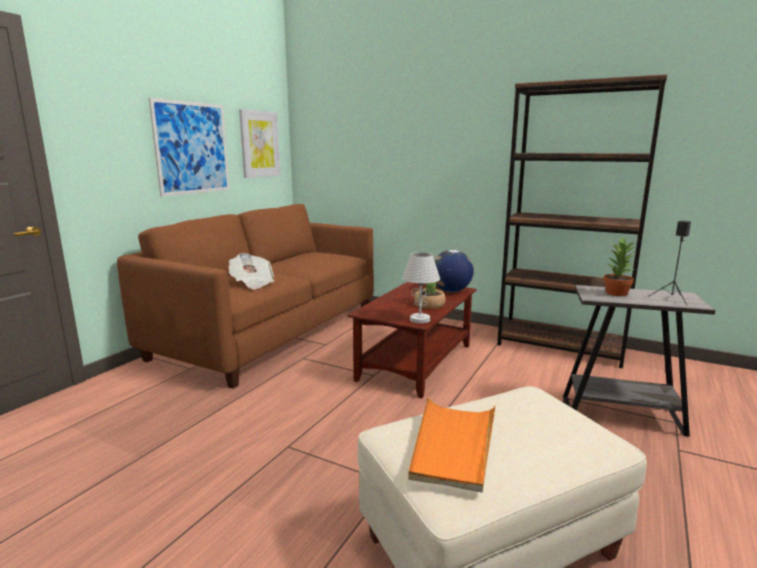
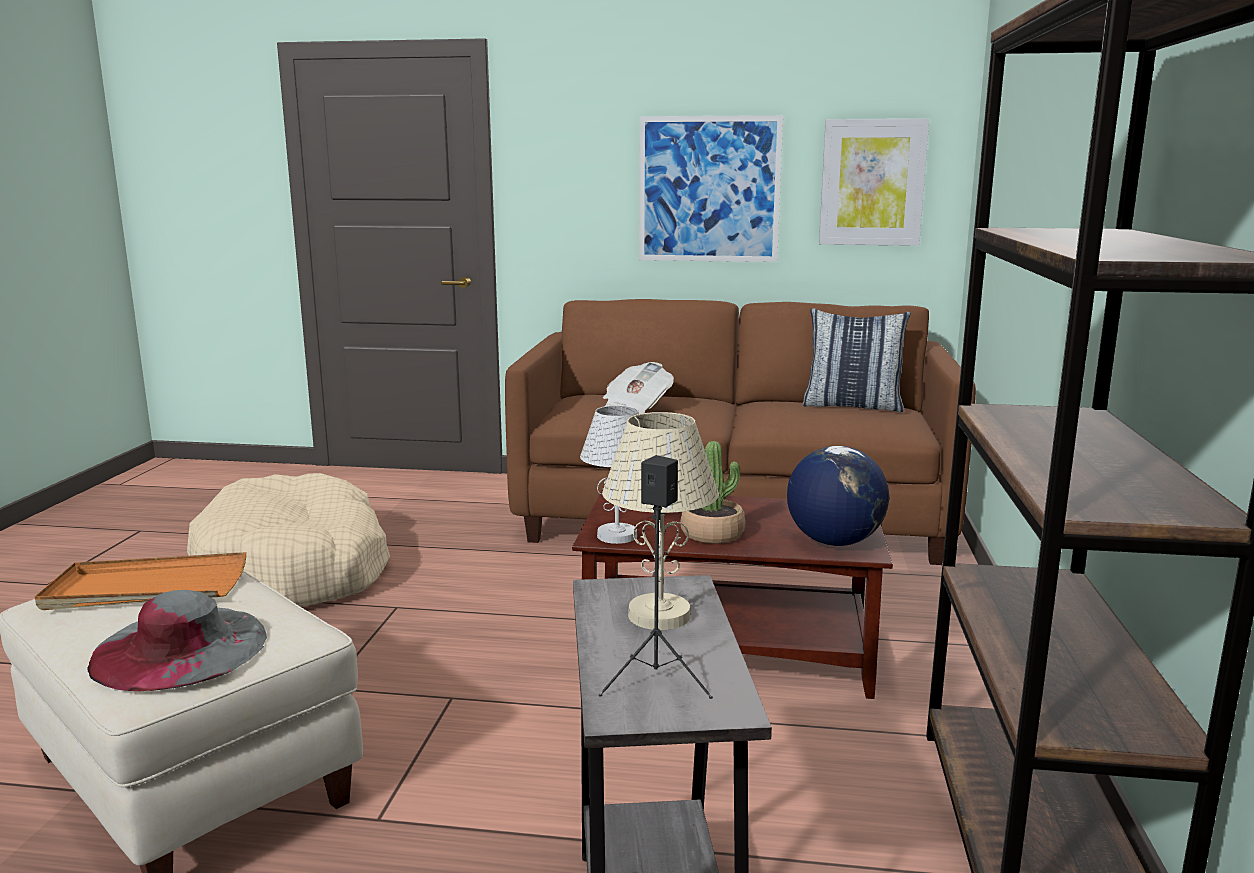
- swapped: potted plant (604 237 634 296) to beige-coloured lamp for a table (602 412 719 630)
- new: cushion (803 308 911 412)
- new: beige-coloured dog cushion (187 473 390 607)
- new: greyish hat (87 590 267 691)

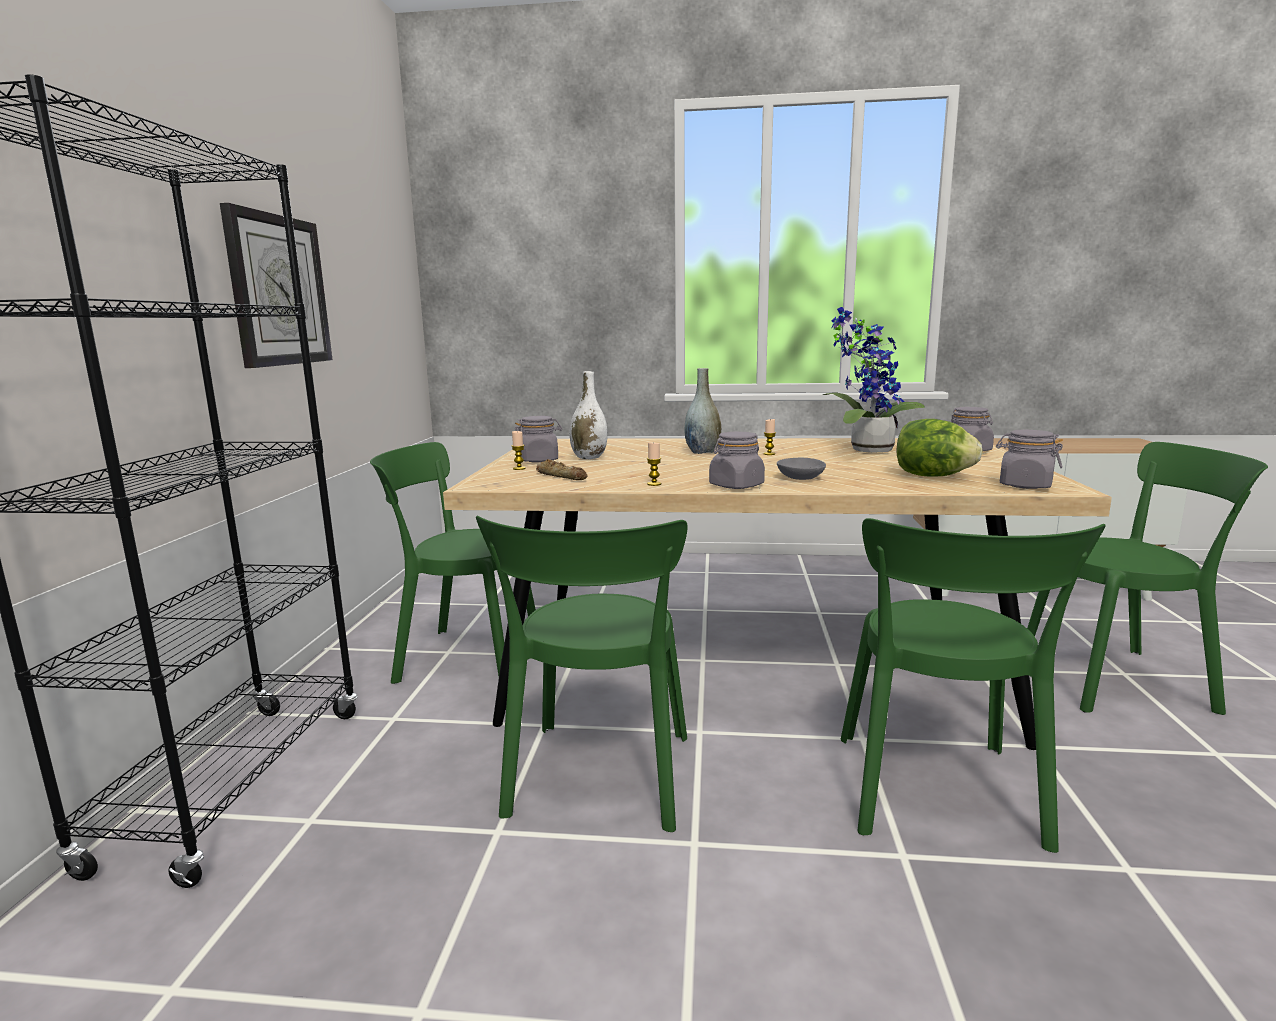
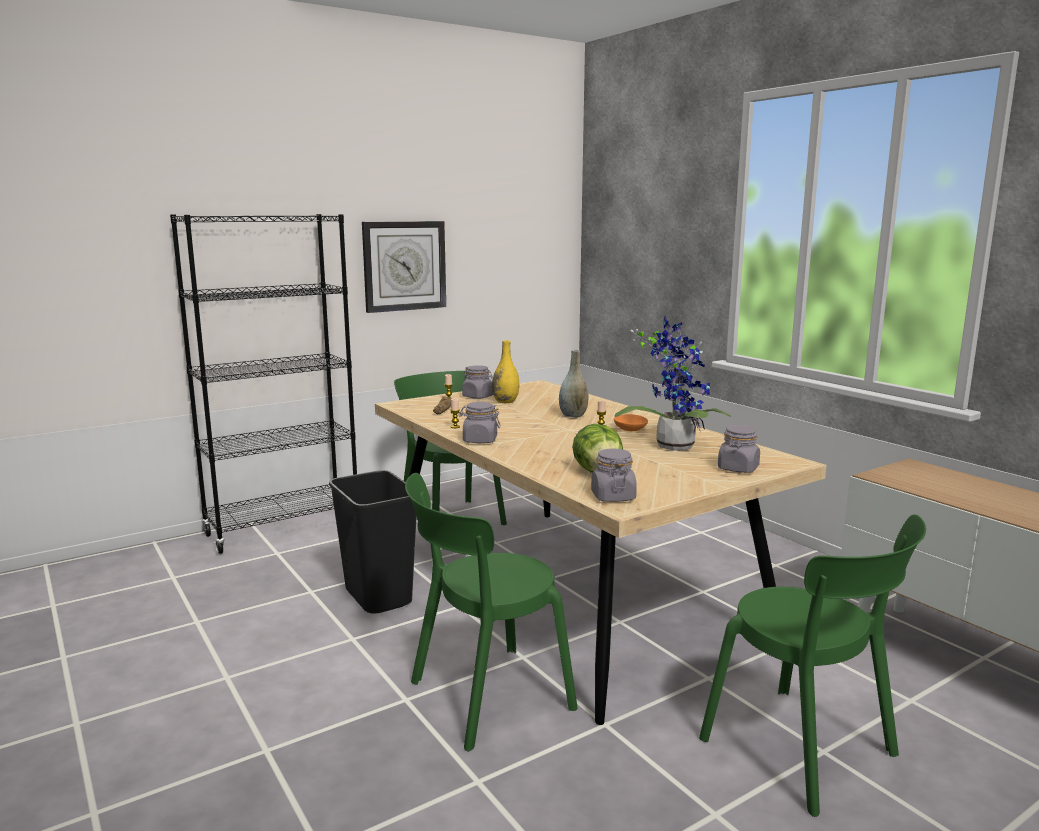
- repainted: white vase (569 371 607 459) to yellowish vase (492 340 519 403)
- gone: greyish deep dish (777 458 826 480)
- swapped: green plain chair (476 516 688 832) to black-coloured rubbish bin (329 470 417 614)
- new: orangey deep dish (614 414 648 431)

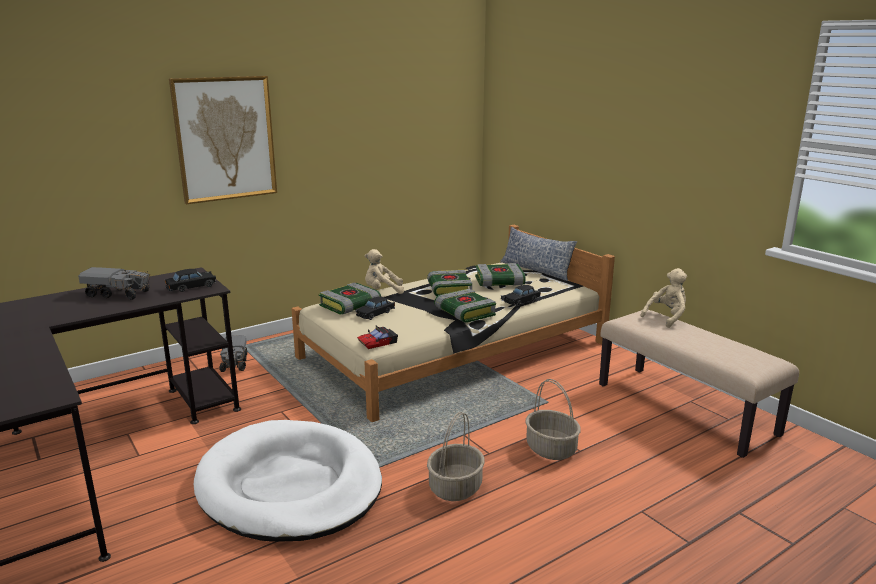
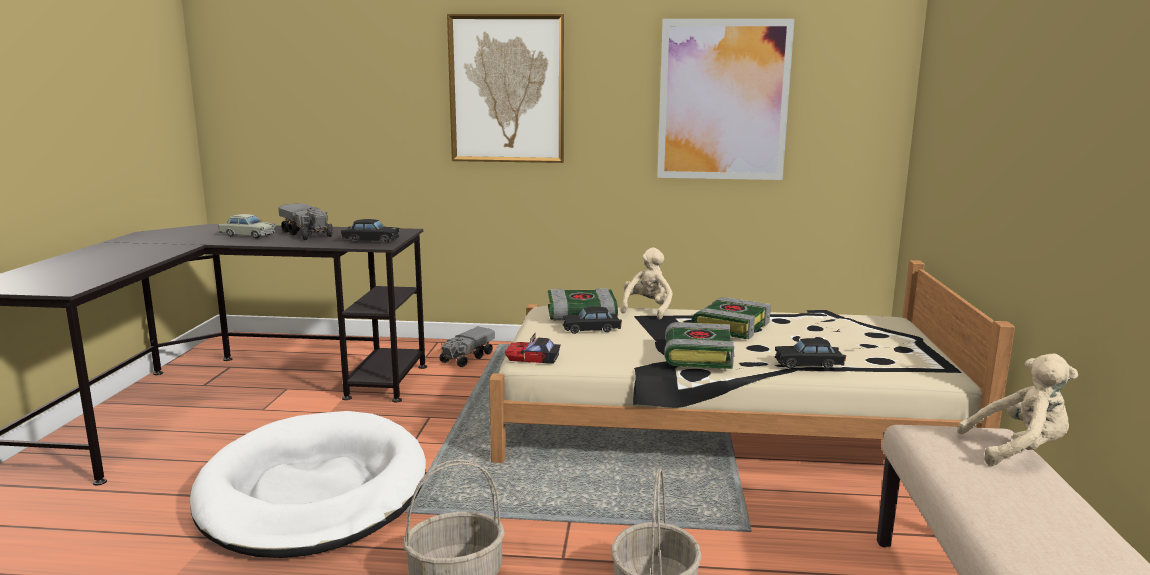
- gone: cushion (500 227 577 281)
- rotated: beige-coloured soft toy (365 249 404 294) = (620 247 673 319) 75 degrees clockwise
- gone: book (475 263 526 287)
- new: picture (657 19 795 180)
- new: beige-coloured toy car (218 214 275 238)

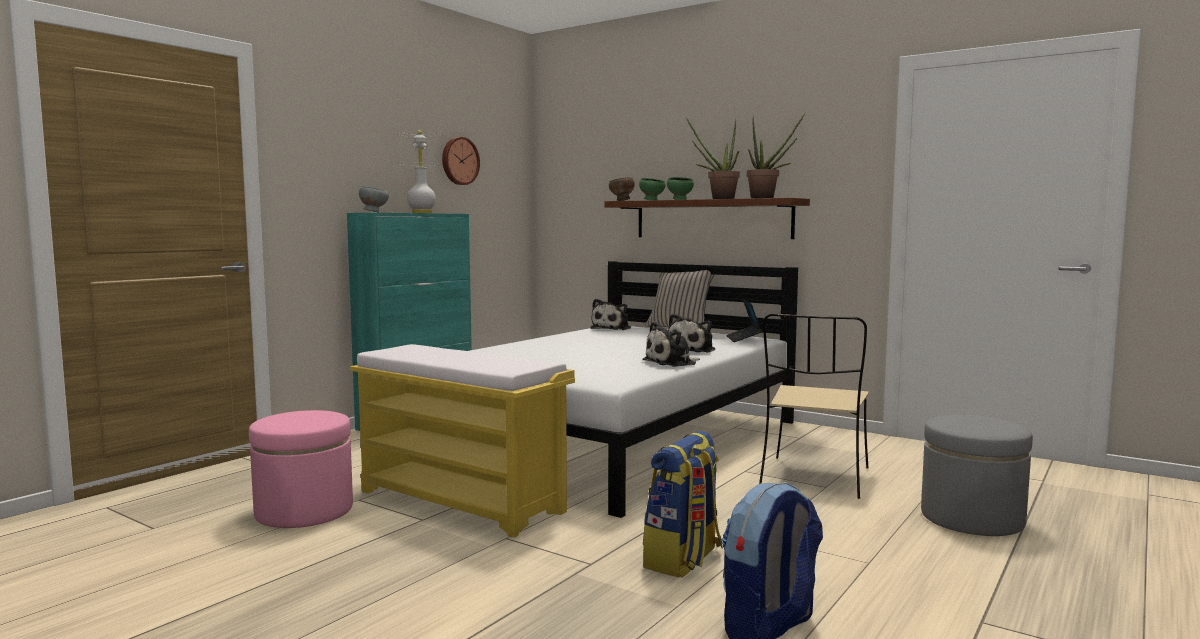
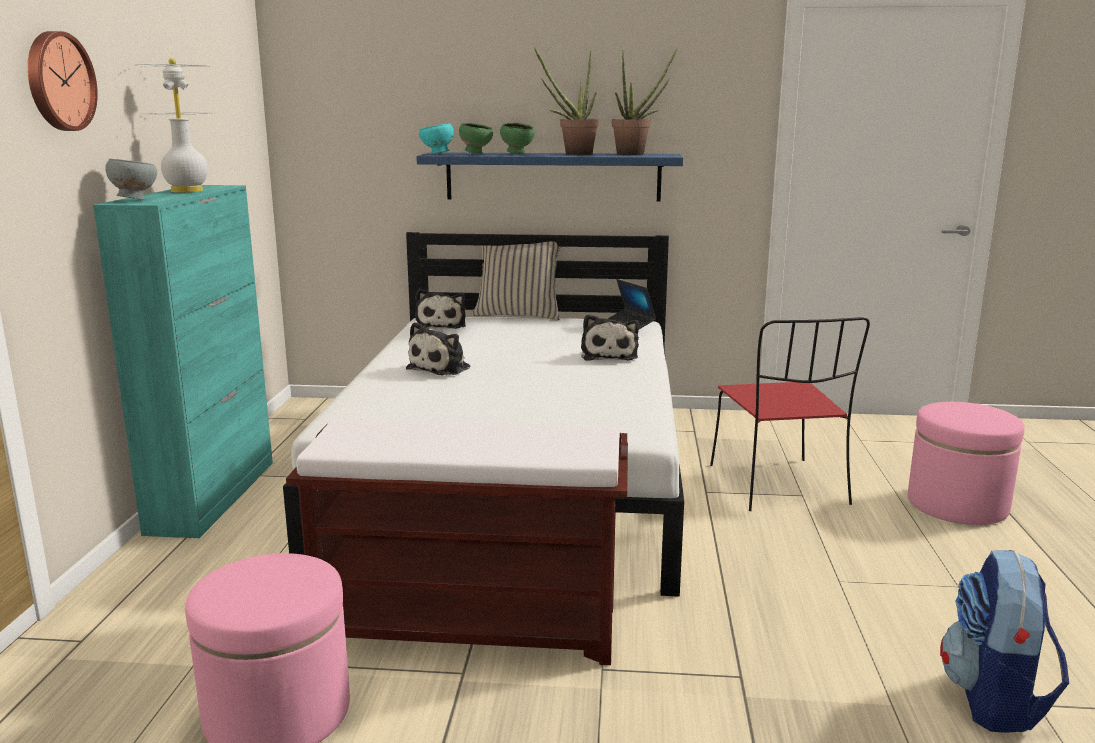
- shifted: hanging clock (442 137 480 185) to (27 31 98 131)
- repainted: brown-coloured deep dish (609 178 635 201) to blue-green deep dish (419 123 454 155)
- repainted: brown-coloured wall shelf (604 198 810 239) to blue-coloured wall shelf (416 152 683 202)
- repainted: beige-coloured plain chair (759 314 869 499) to reddish plain chair (710 317 870 511)
- shifted: soft toy (642 322 700 367) to (406 322 471 375)
- repainted: yellowish long seat (350 344 575 538) to brown-coloured long seat (286 419 628 665)
- repainted: greyish footrest (921 415 1033 536) to pink footrest (908 402 1025 525)
- gone: rucksack (643 431 723 578)

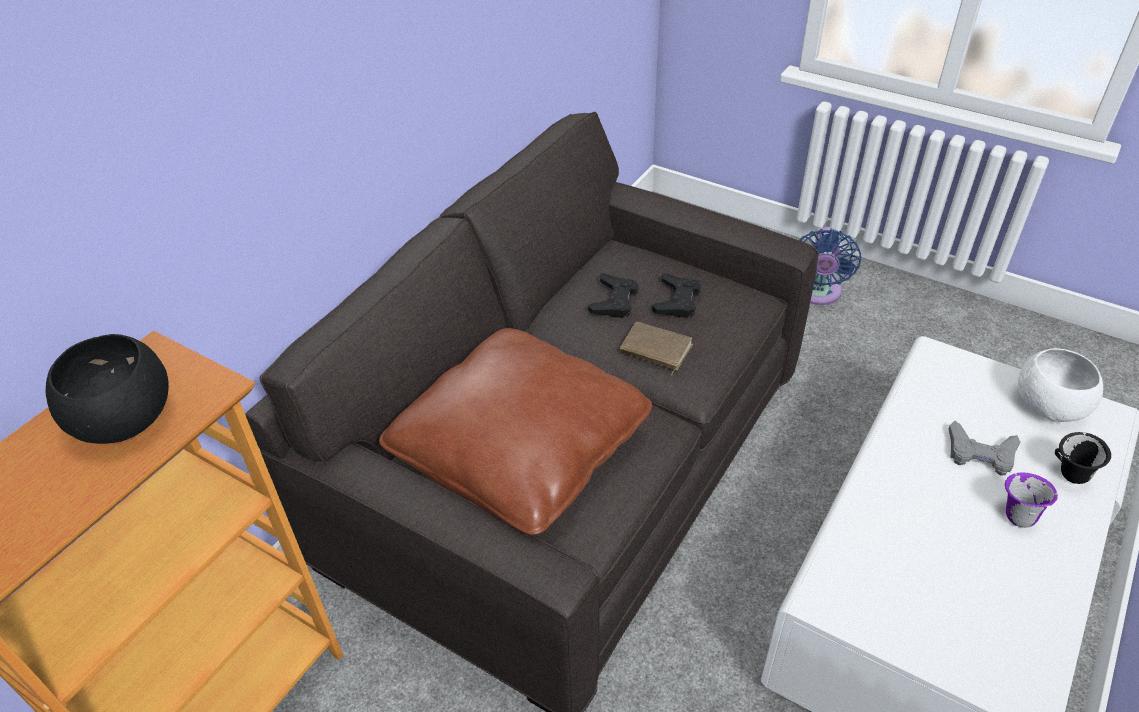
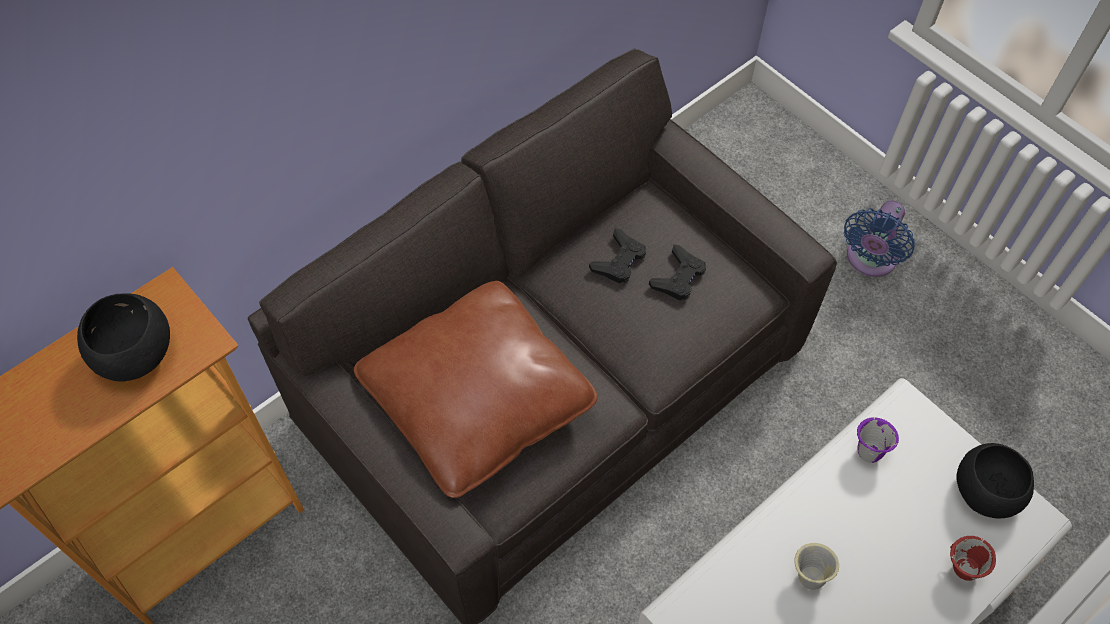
- gone: brown-coloured book (620 322 693 376)
- repainted: white deep dish (1018 348 1103 422) to black-coloured deep dish (956 443 1034 518)
- gone: greyish gamepad (949 421 1020 476)
- repainted: black-coloured mug (1055 432 1111 484) to reddish mug (950 536 996 581)
- shifted: purple mug (1005 472 1058 528) to (857 417 899 463)
- new: beige-coloured mug (794 543 839 590)

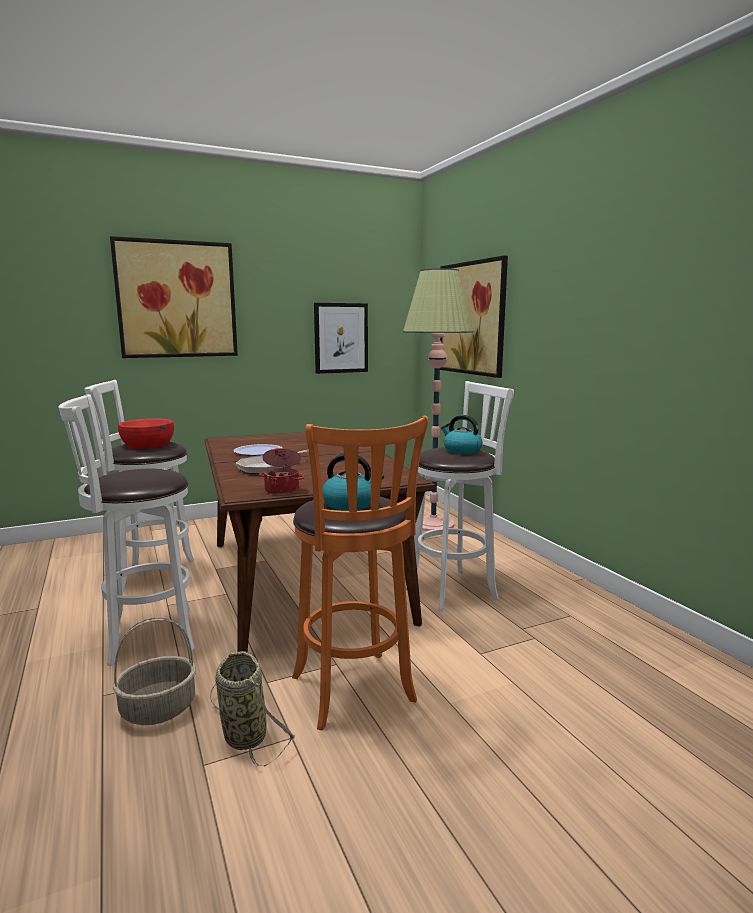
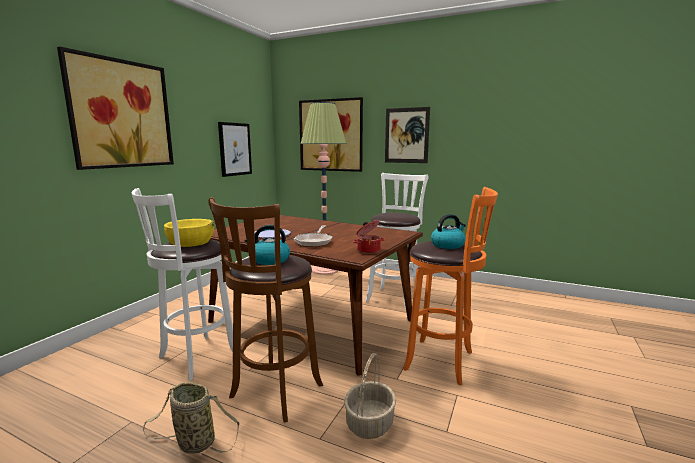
- repainted: white sitting stool (58 394 195 666) to brown-coloured sitting stool (208 197 323 423)
- shifted: kettle (441 415 483 454) to (245 225 290 265)
- repainted: reddish deep dish (118 418 174 449) to yellowish deep dish (164 219 214 247)
- shifted: basket (210 651 296 766) to (143 382 239 454)
- new: picture (385 107 430 163)

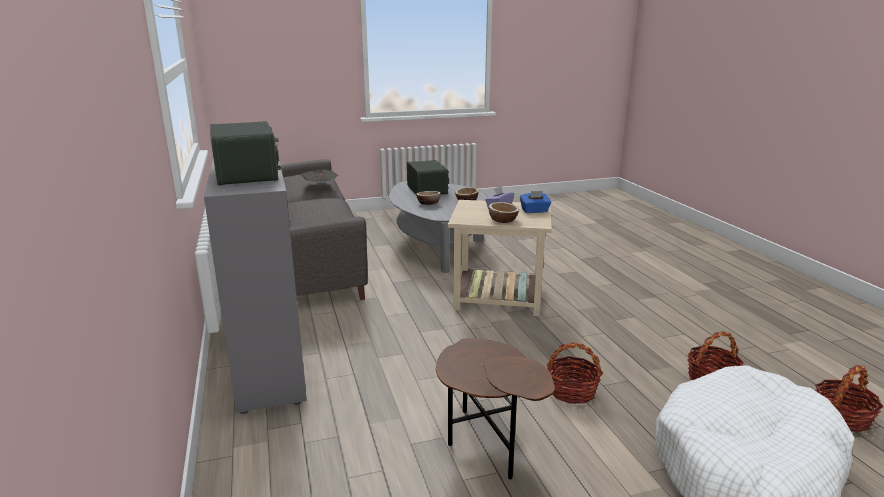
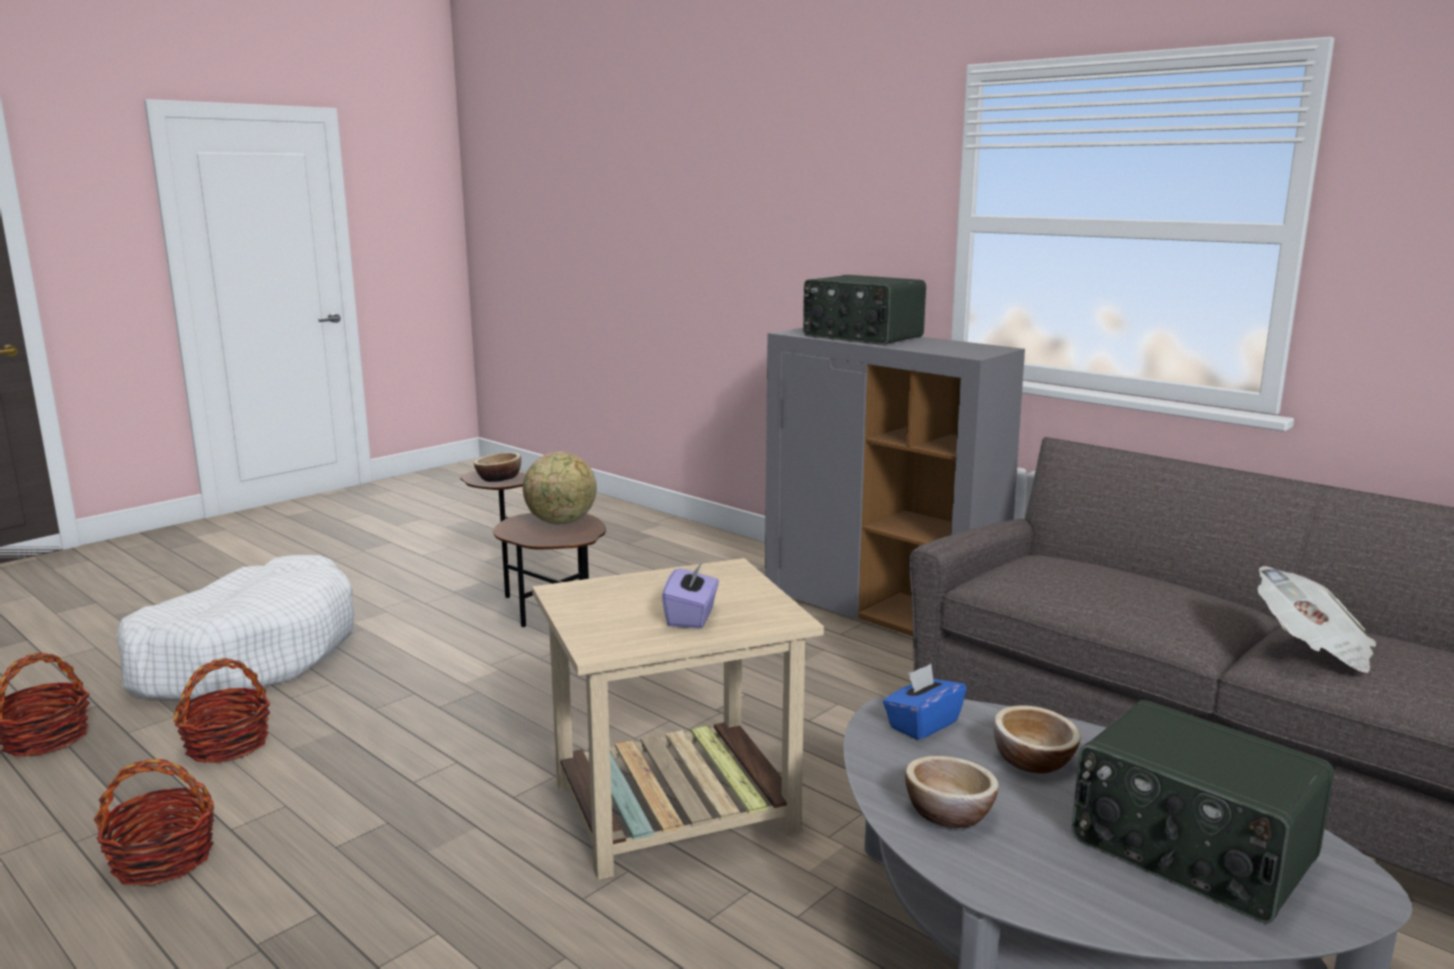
- shifted: blue-coloured tissue box (520 191 551 213) to (883 664 967 740)
- shifted: deep dish (489 202 519 223) to (474 452 521 482)
- shifted: basket (547 342 603 404) to (94 759 214 886)
- new: globe (523 452 597 524)

